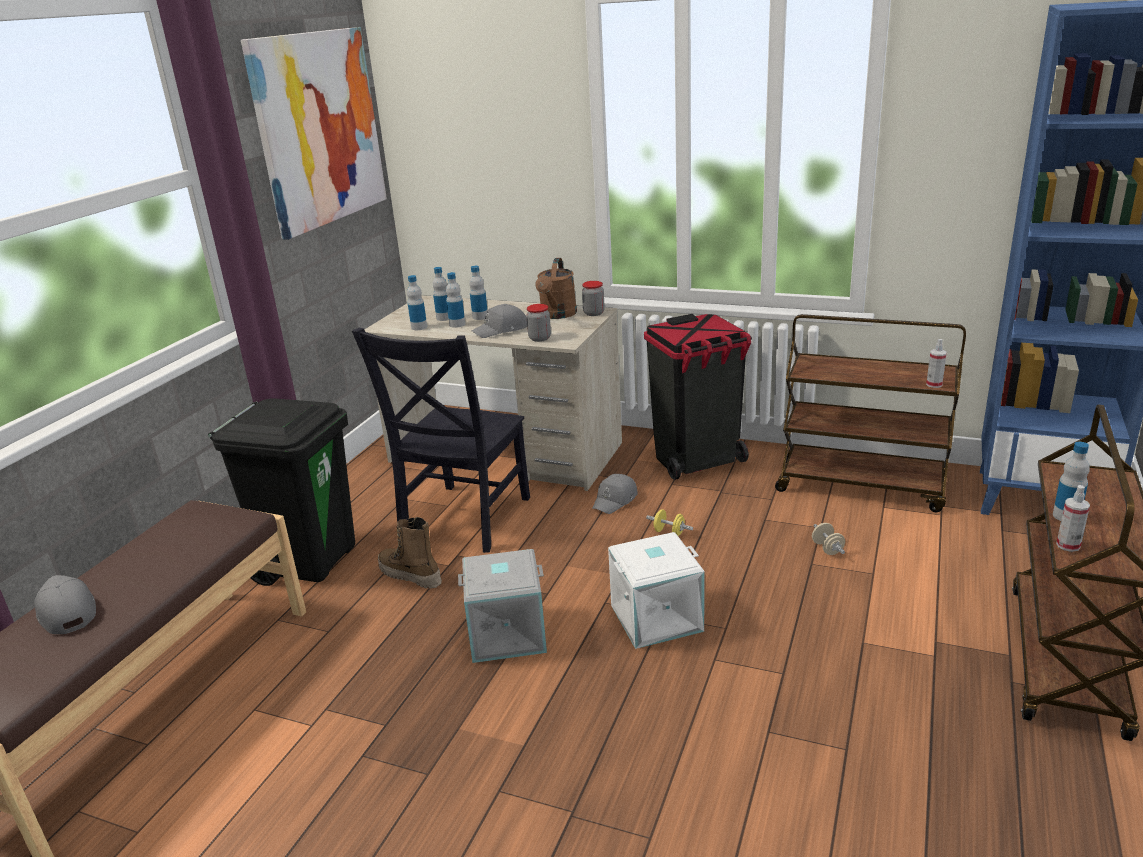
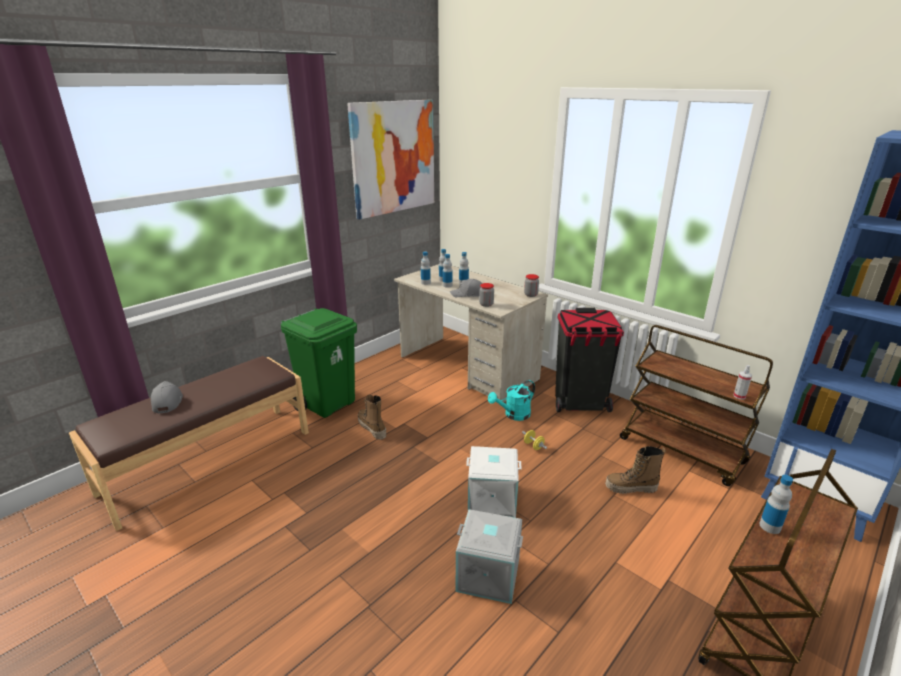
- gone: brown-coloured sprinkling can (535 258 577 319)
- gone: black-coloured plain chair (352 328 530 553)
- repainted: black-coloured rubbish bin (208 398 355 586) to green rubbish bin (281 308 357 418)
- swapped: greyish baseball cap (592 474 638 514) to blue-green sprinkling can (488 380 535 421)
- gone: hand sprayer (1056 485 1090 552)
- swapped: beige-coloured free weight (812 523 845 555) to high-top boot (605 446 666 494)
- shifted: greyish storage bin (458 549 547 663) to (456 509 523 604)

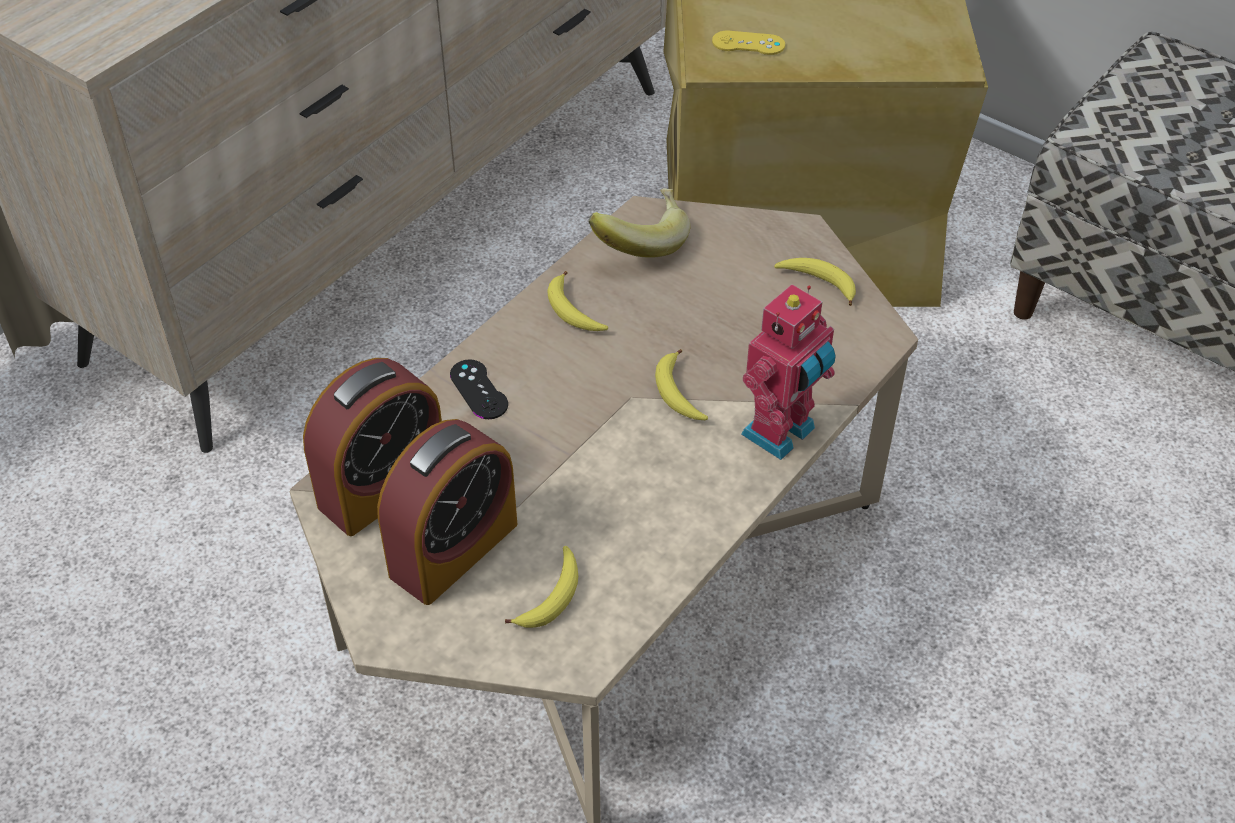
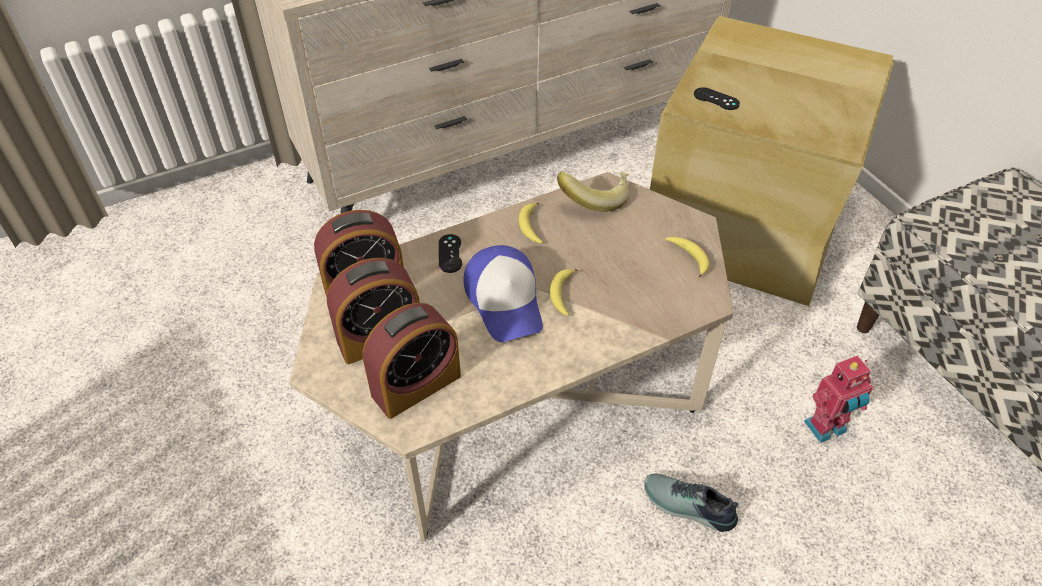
- repainted: yellowish gamepad (712 31 785 55) to black-coloured gamepad (694 87 740 110)
- shifted: model robot (741 284 836 460) to (804 356 873 443)
- swapped: whole banana (505 546 578 628) to bedside clock (363 303 461 419)
- new: baseball cap (463 245 543 342)
- new: low shoe (644 474 738 532)

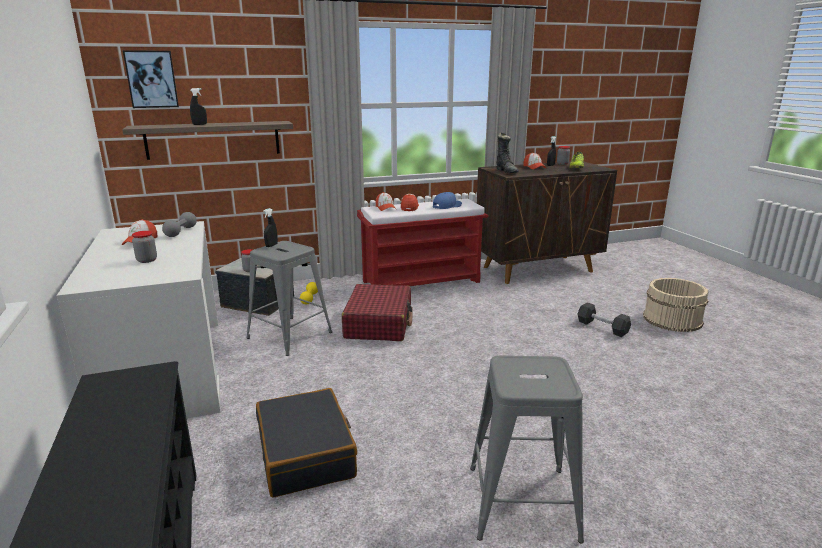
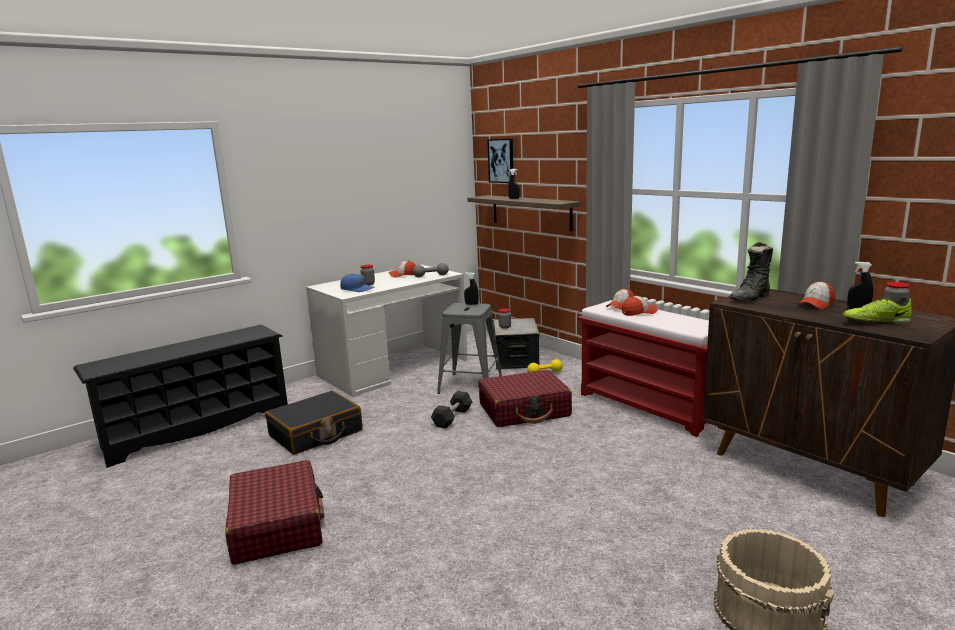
- shifted: blue-coloured baseball cap (433 192 462 209) to (340 274 375 292)
- shifted: greyish free weight (578 302 631 337) to (431 391 472 428)
- swapped: greyish sitting stool (470 355 584 543) to reddish suitcase (225 460 324 565)

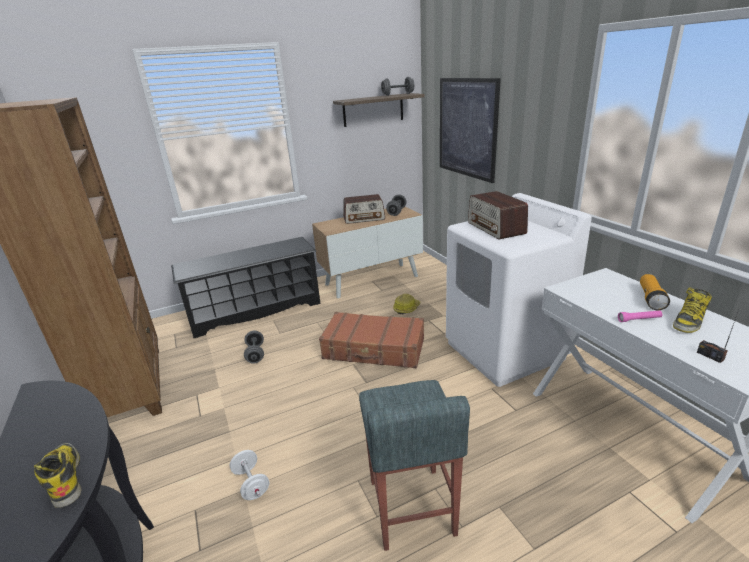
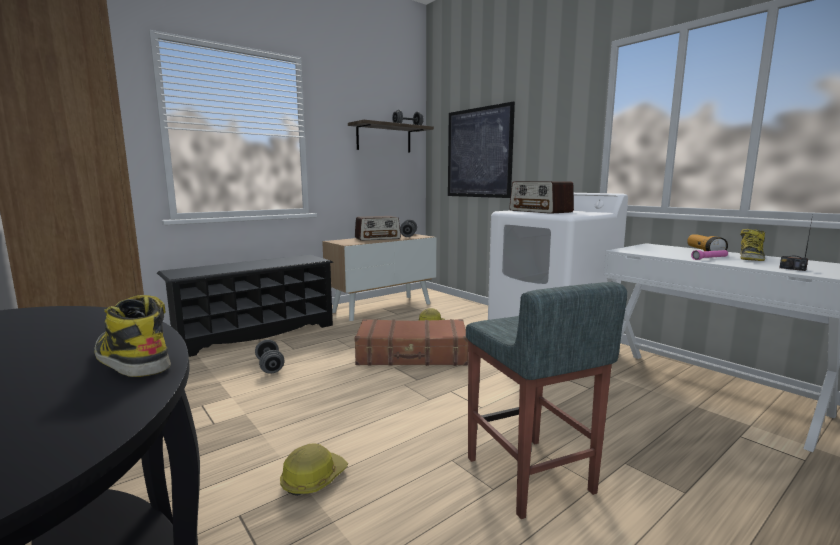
- swapped: white free weight (230 450 269 500) to work helmet (280 444 348 496)

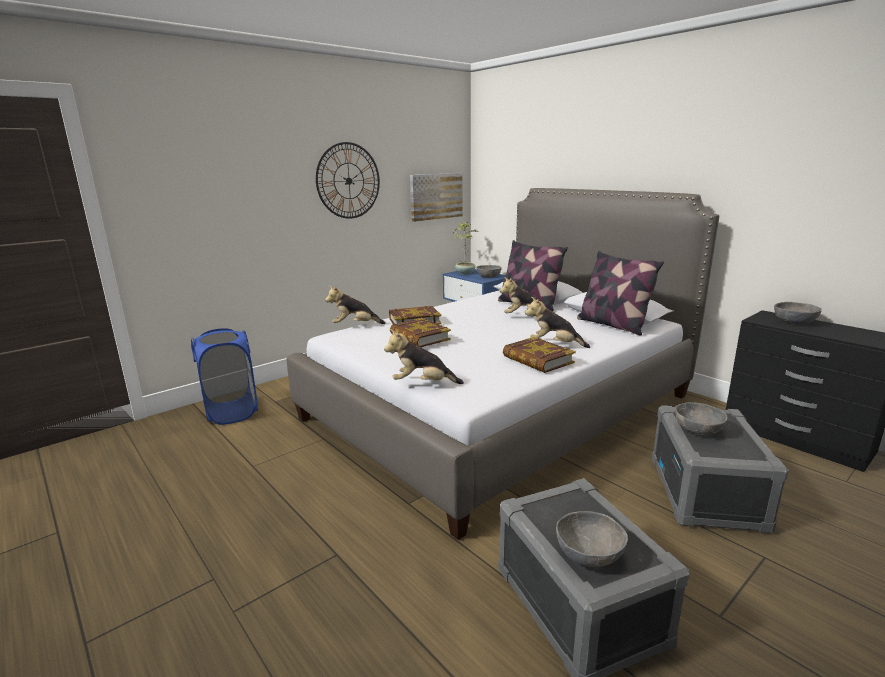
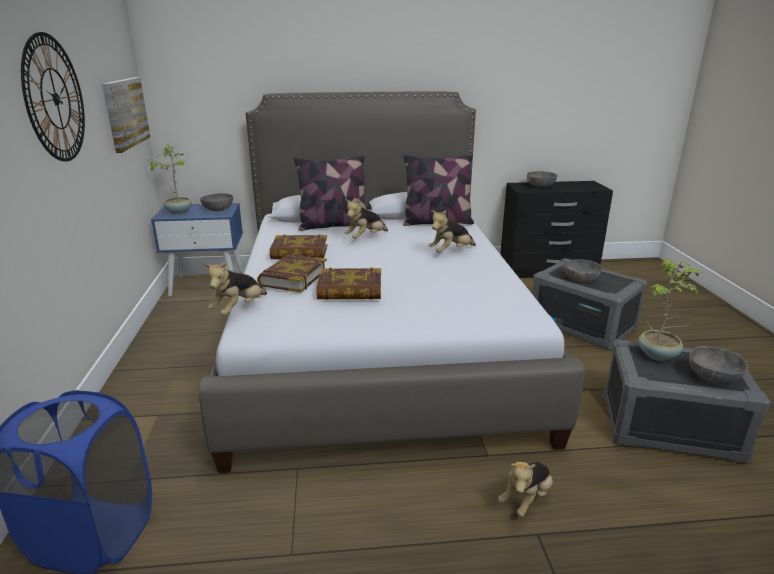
- shifted: soft toy (384 329 464 384) to (498 461 553 517)
- shifted: book (503 337 576 373) to (270 235 327 259)
- new: potted plant (638 259 702 361)

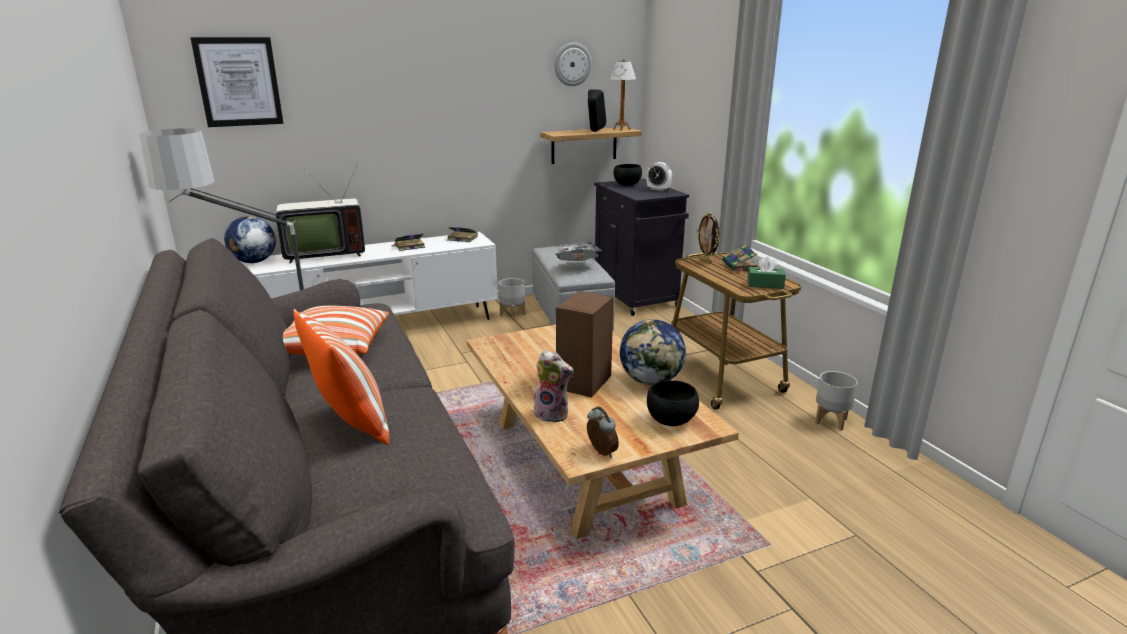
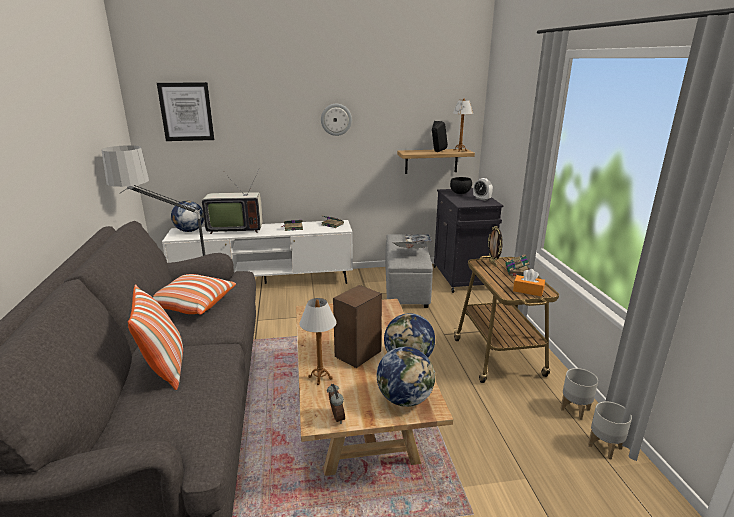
- shifted: hanging clock (554 42 592 86) to (321 104 352 136)
- repainted: green tissue box (747 256 786 289) to orangey tissue box (513 269 545 297)
- shifted: greyish plant pot (499 278 525 320) to (588 401 632 459)
- swapped: soft toy (533 350 574 423) to lamp for a table (300 298 337 385)
- swapped: black-coloured deep dish (647 380 699 426) to globe (377 347 435 407)

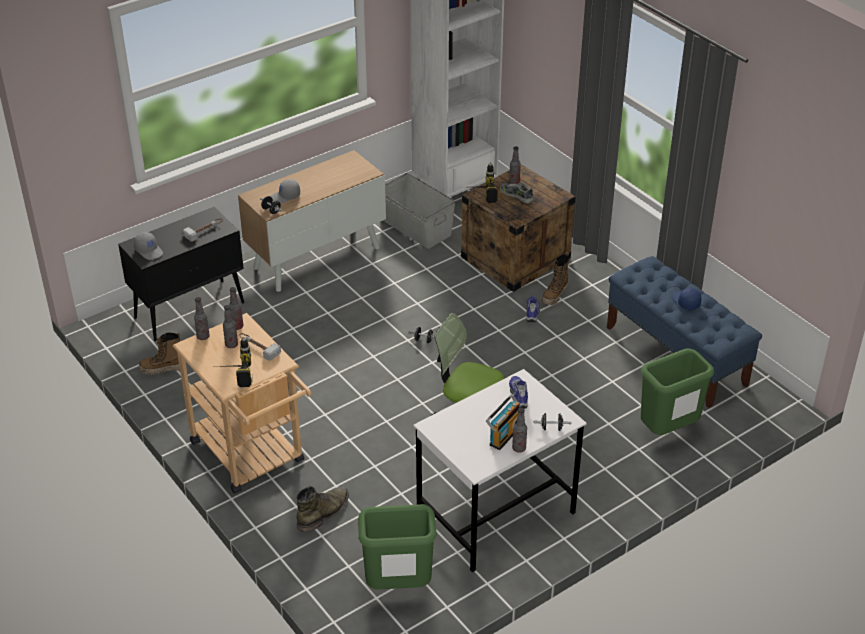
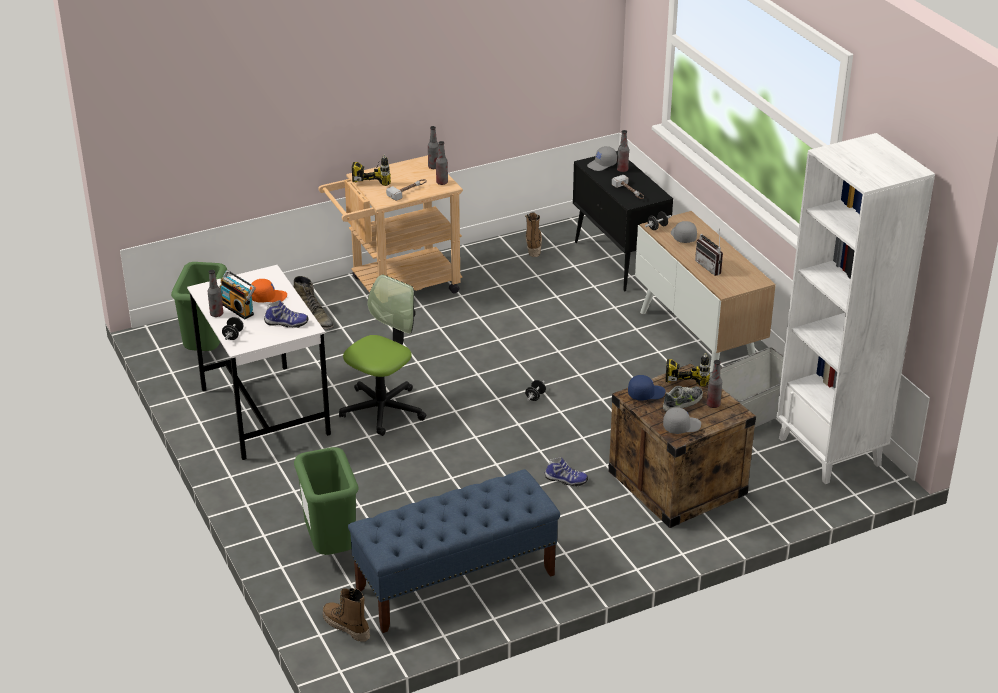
- shifted: high-top boot (542 252 569 305) to (323 588 370 642)
- shifted: blue-coloured baseball cap (672 288 701 310) to (628 375 666 401)
- shifted: drink bottle (223 305 238 348) to (617 130 629 172)
- new: radio (695 229 723 276)
- new: orangey baseball cap (250 279 287 303)
- new: greyish baseball cap (663 407 701 434)

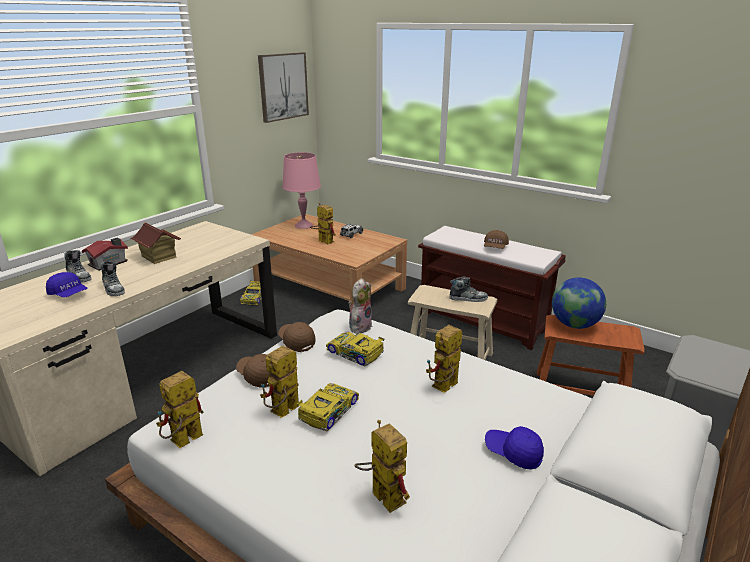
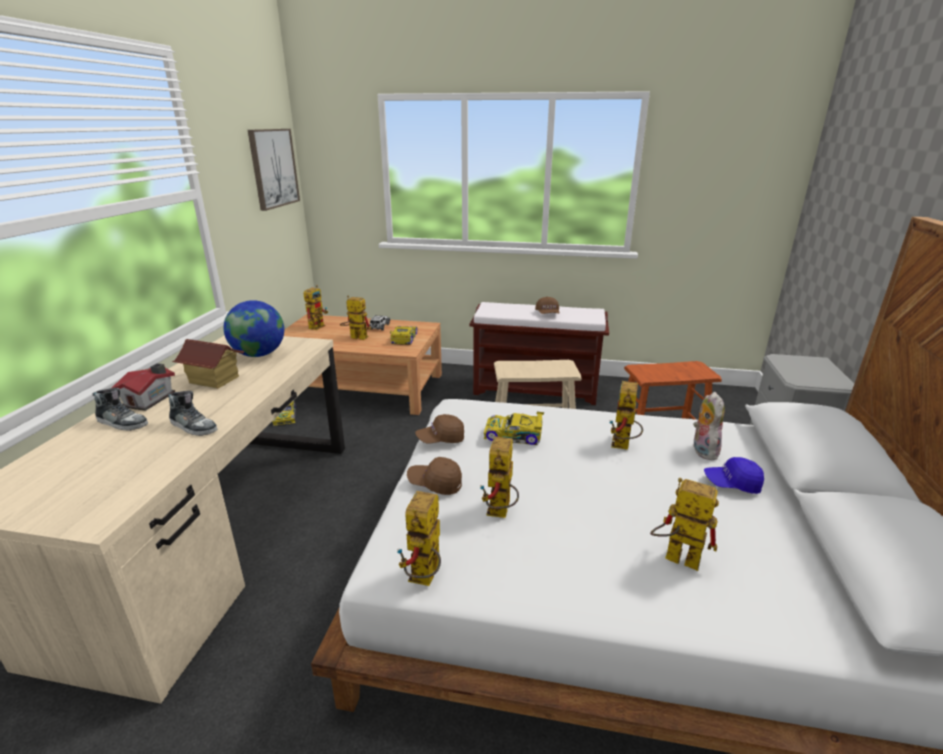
- swapped: pink lamp for a table (282 152 321 229) to model robot (303 285 328 330)
- gone: blue-coloured baseball cap (46 272 88 297)
- gone: low shoe (449 276 488 302)
- shifted: globe (552 277 606 329) to (224 300 284 357)
- shifted: soft toy (348 278 372 334) to (693 392 725 460)
- rotated: brown-coloured baseball cap (278 322 316 352) = (415 414 464 444) 45 degrees counterclockwise
- shifted: toy car (297 383 359 431) to (390 326 418 345)

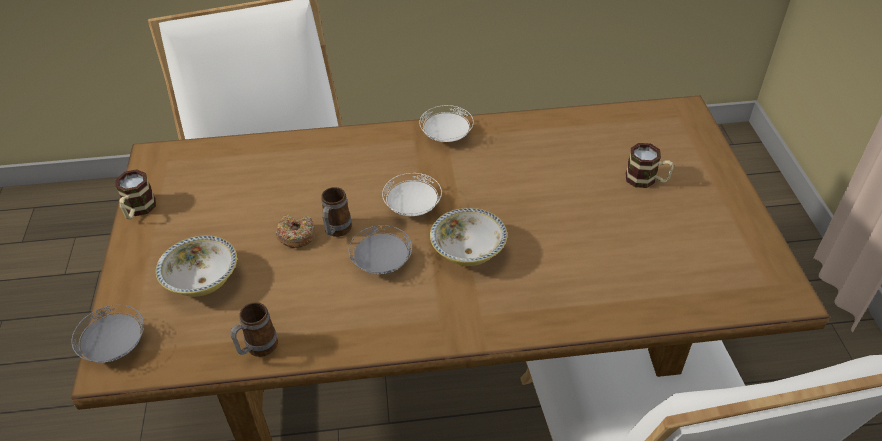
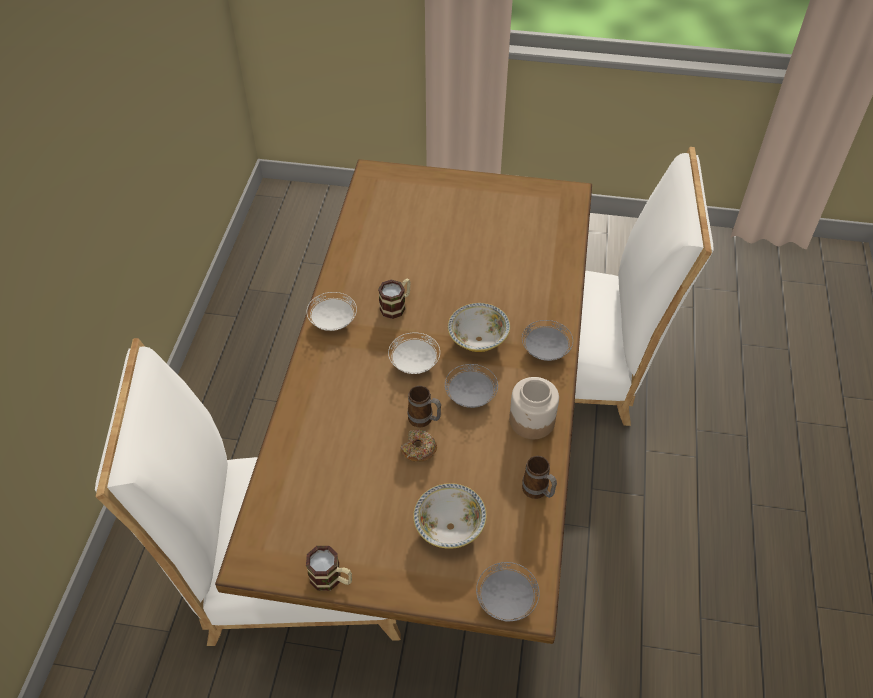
- shifted: mug (625 143 673 188) to (378 279 411 319)
- new: greyish plate (522 320 573 361)
- new: preserve jar (509 377 559 439)

